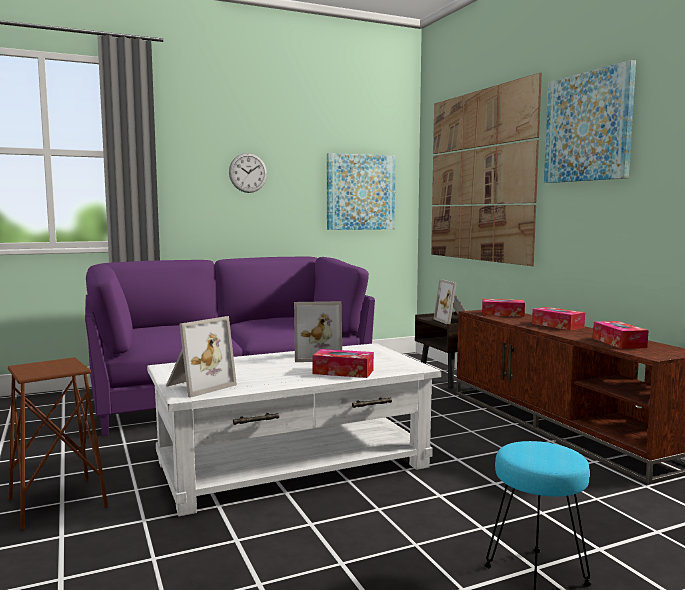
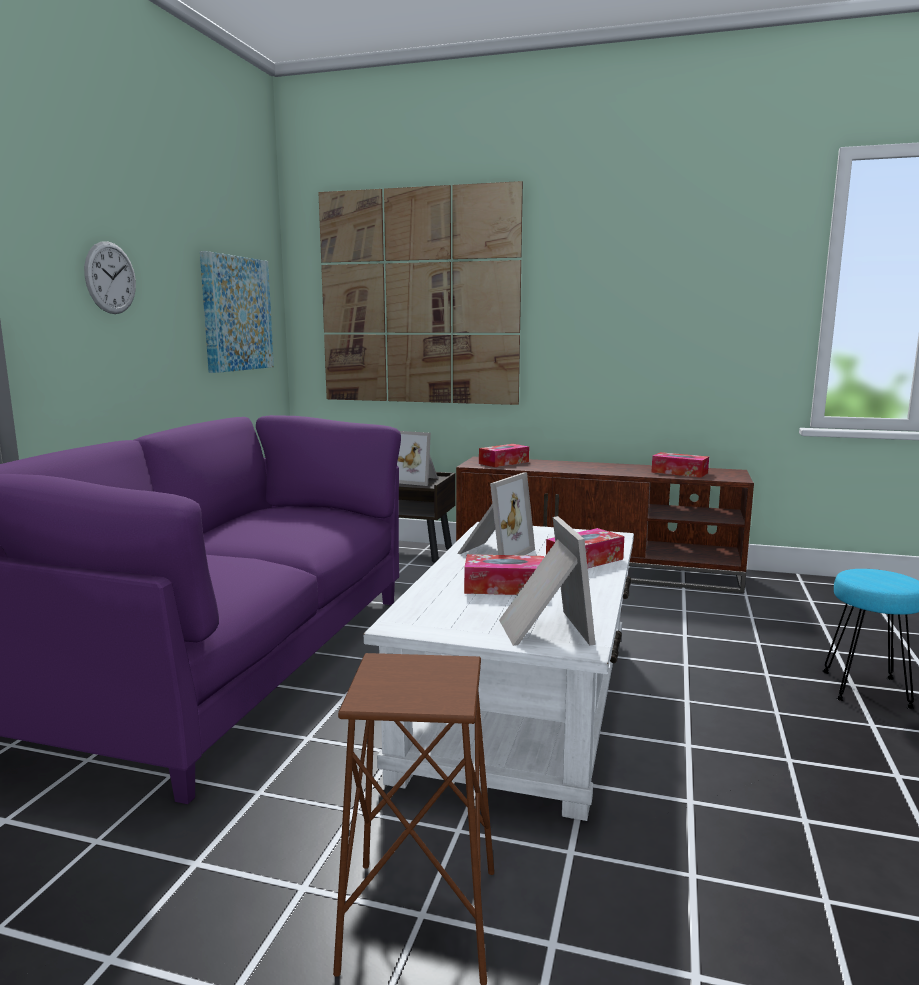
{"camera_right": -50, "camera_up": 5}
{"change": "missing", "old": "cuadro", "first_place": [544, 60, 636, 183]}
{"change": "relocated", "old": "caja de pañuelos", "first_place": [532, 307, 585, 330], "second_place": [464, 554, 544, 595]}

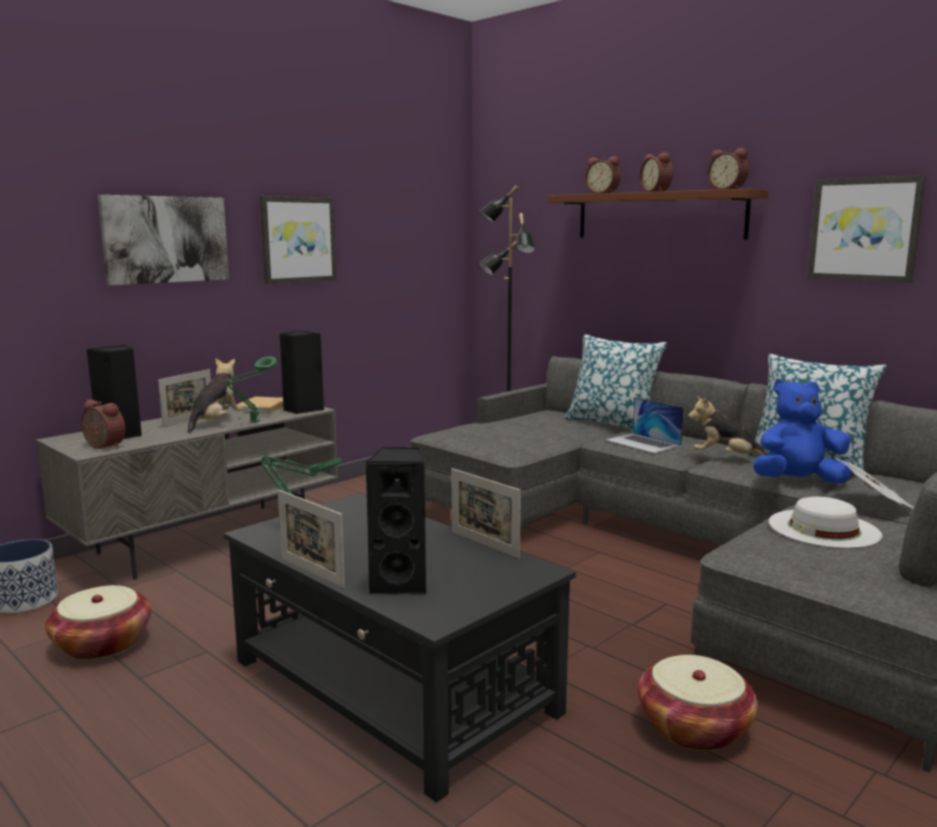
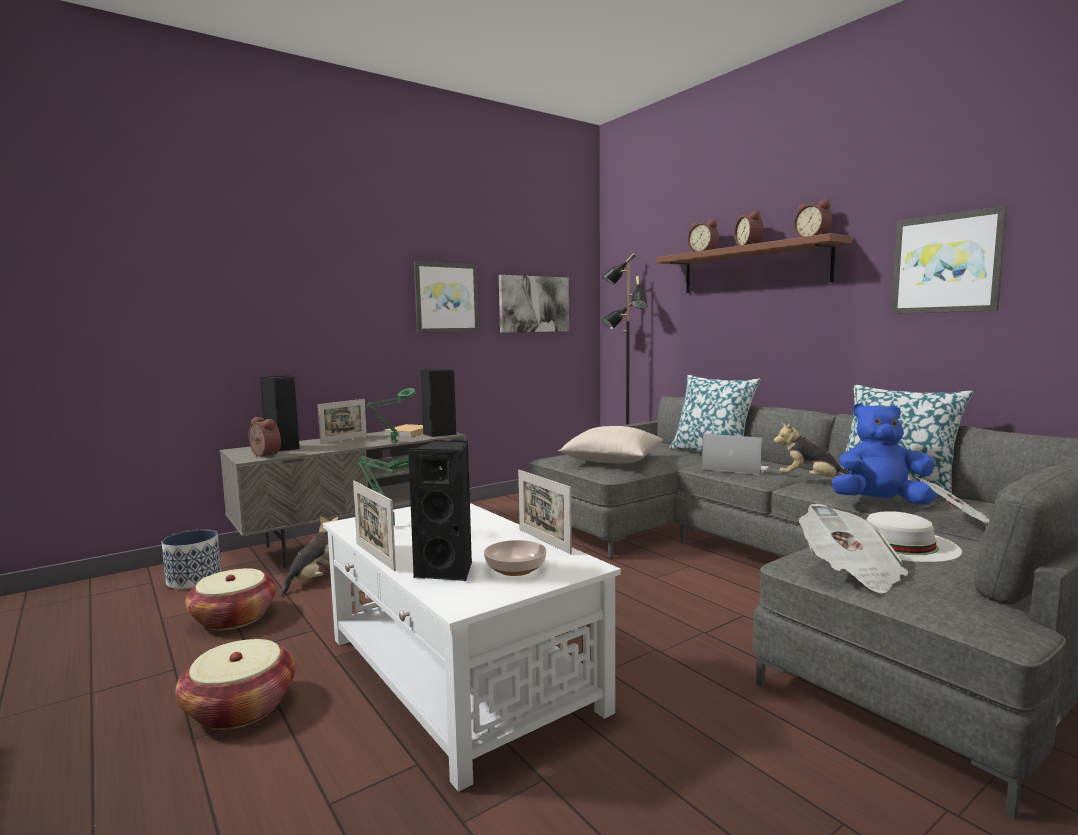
{"camera_right": 10, "camera_up": -5}
{"change": "relocated", "old": "cuadro", "first_place": [98, 195, 229, 285], "second_place": [499, 275, 569, 333]}
{"change": "relocated", "old": "peluche", "first_place": [188, 358, 243, 433], "second_place": [280, 516, 338, 596]}
{"change": "spun", "old": "portátil", "first_place": [606, 397, 684, 454], "second_place": [702, 433, 769, 475], "degrees": 150}
{"change": "colour", "old": "mesa de centro (negro)", "new": "mesa de centro (blanco)", "first_place": [224, 493, 576, 803], "second_place": [323, 503, 621, 792]}
{"change": "relocated", "old": "cesta", "first_place": [638, 655, 758, 751], "second_place": [175, 639, 295, 730]}
{"change": "appeared", "new": "cojín (beis)", "second_place": [558, 426, 663, 463]}
{"change": "appeared", "new": "periódico", "second_place": [799, 504, 909, 594]}
{"change": "appeared", "new": "cuenco", "second_place": [484, 540, 546, 576]}

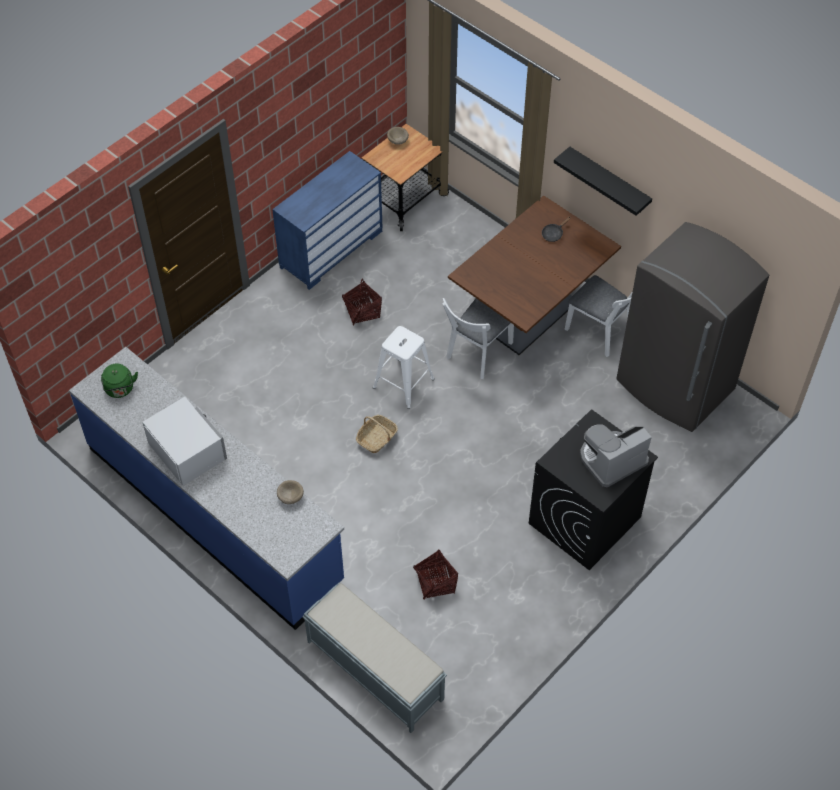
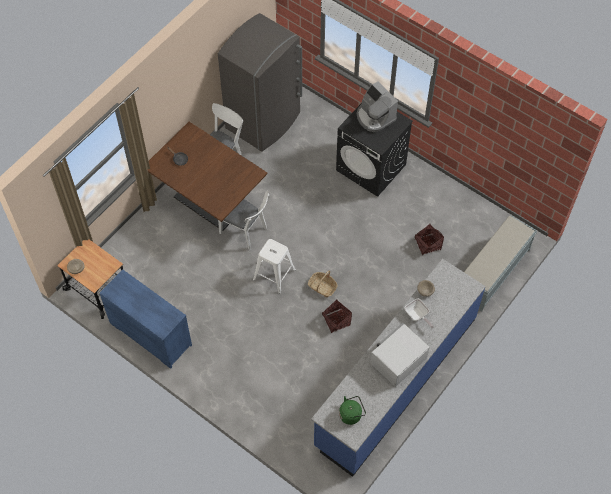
{"camera_right": -95, "camera_up": 5}
{"change": "missing", "old": "estante (negro)", "first_place": [554, 147, 652, 216]}
{"change": "relocated", "old": "cesta", "first_place": [342, 279, 382, 325], "second_place": [322, 299, 352, 333]}
{"change": "appeared", "new": "sartén", "second_place": [405, 299, 433, 328]}

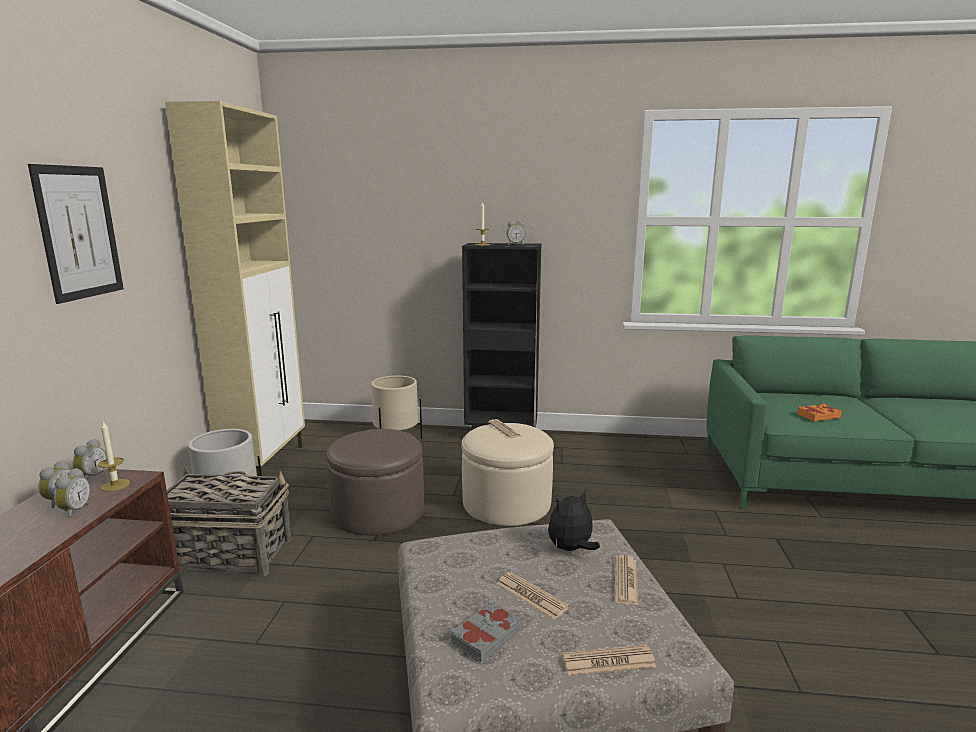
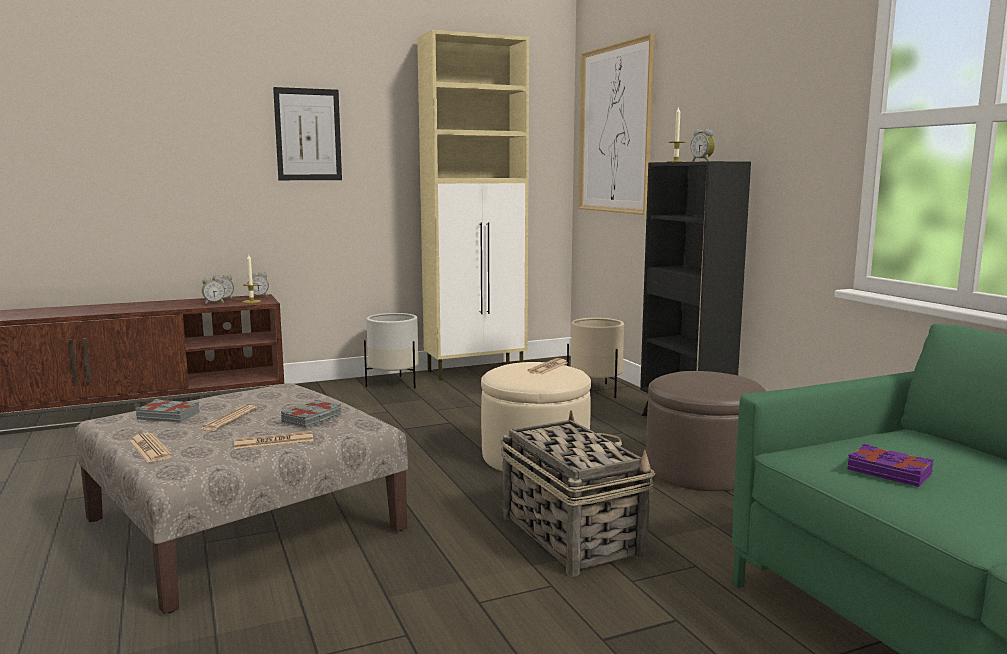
{"camera_right": 60, "camera_up": -5}
{"change": "colour", "old": "libro (naranja)", "new": "libro (morado)", "first_place": [797, 404, 842, 421], "second_place": [848, 444, 934, 487]}
{"change": "relocated", "old": "puf (marrón)", "first_place": [327, 429, 424, 535], "second_place": [646, 371, 766, 491]}
{"change": "relocated", "old": "cesta", "first_place": [167, 467, 291, 576], "second_place": [501, 410, 655, 577]}
{"change": "exchanged", "old": "peluche", "new": "libro (gris)", "first_place": [548, 491, 600, 551], "second_place": [281, 399, 341, 428]}
{"change": "appeared", "new": "cuadro", "second_place": [578, 33, 655, 215]}

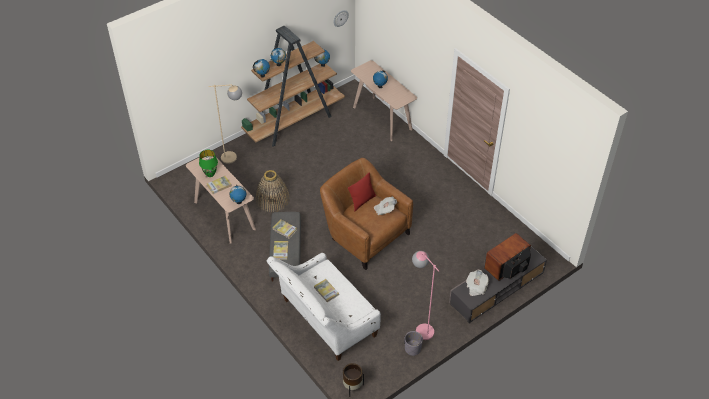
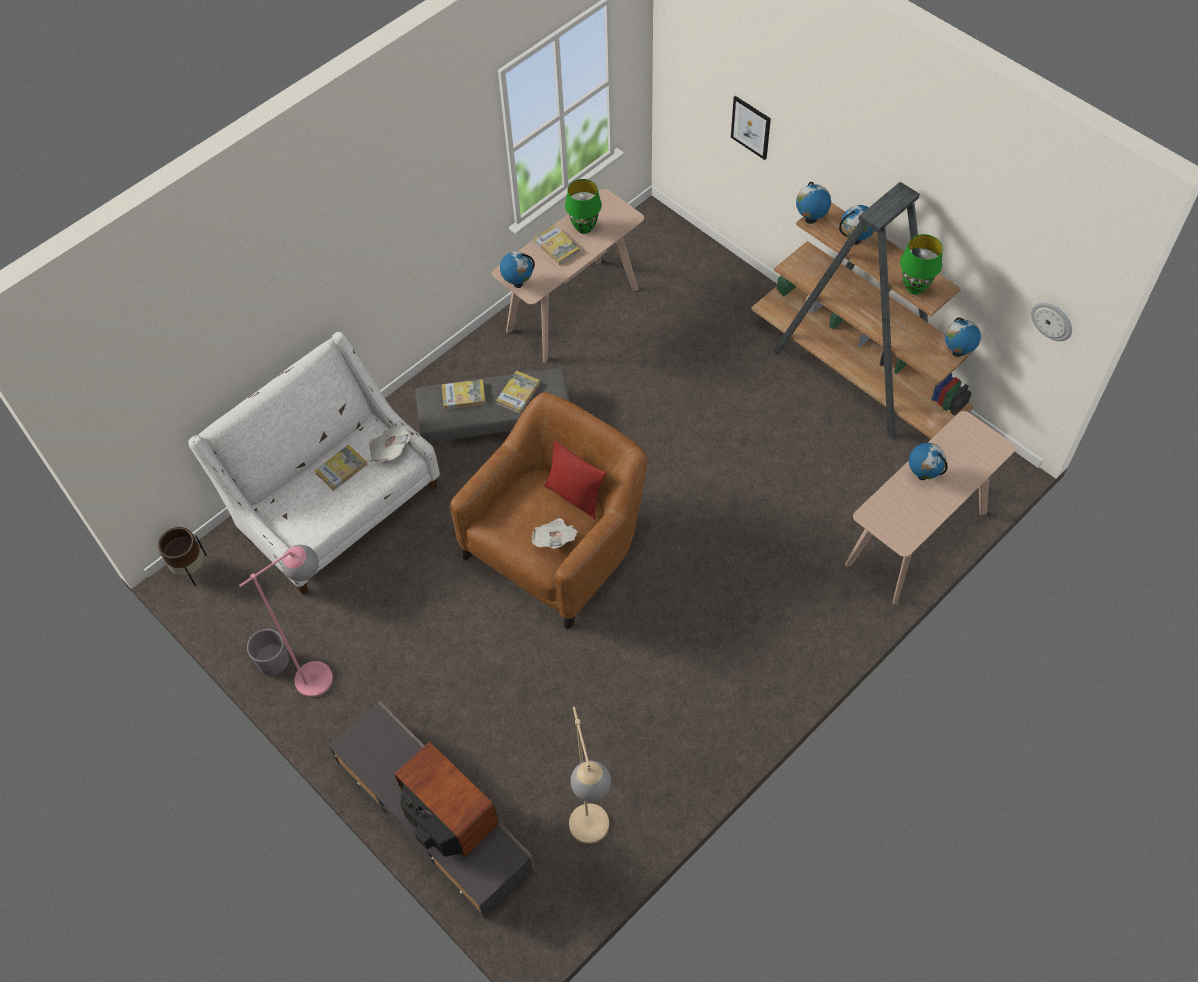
{"camera_right": 85, "camera_up": 10}
{"change": "relocated", "old": "lámpara de pie (beis)", "first_place": [208, 84, 242, 164], "second_place": [569, 706, 611, 844]}
{"change": "missing", "old": "cesta", "first_place": [256, 170, 290, 212]}
{"change": "relocated", "old": "periódico", "first_place": [466, 270, 489, 296], "second_place": [369, 425, 410, 462]}
{"change": "appeared", "new": "cuadro", "second_place": [731, 96, 771, 160]}
{"change": "appeared", "new": "lámpara de mesa (verde)", "second_place": [900, 234, 943, 295]}

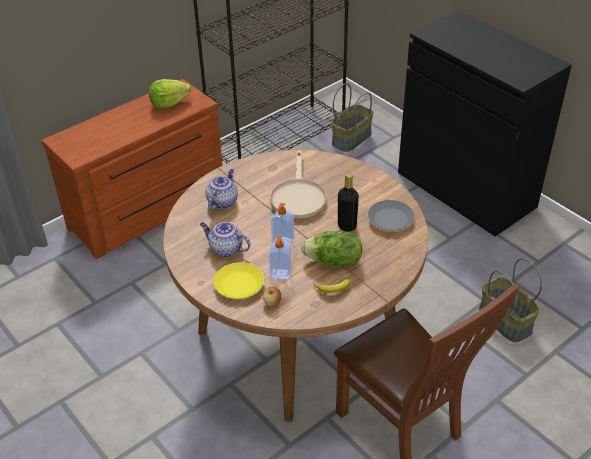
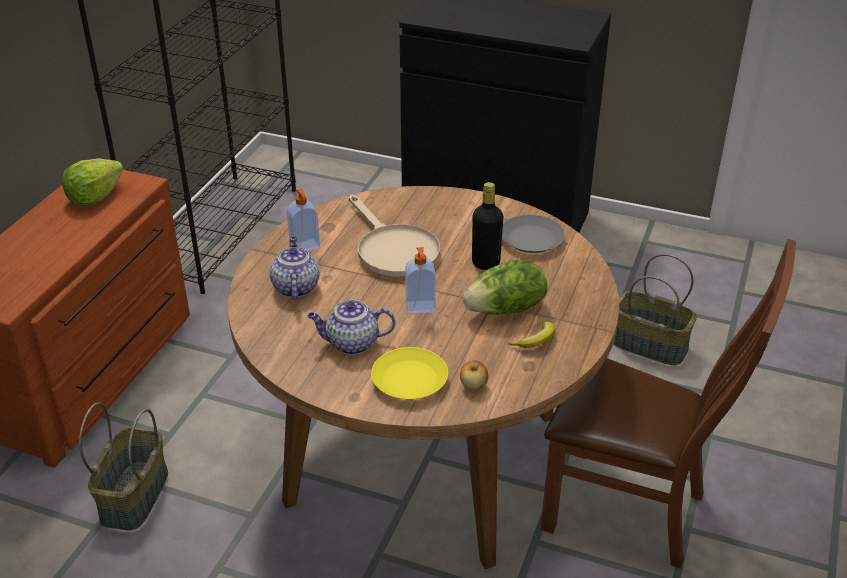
{"camera_right": -30, "camera_up": -5}
{"change": "relocated", "old": "cesta", "first_place": [331, 83, 374, 152], "second_place": [79, 402, 168, 530]}
{"change": "relocated", "old": "dispensador de jabón", "first_place": [269, 236, 291, 279], "second_place": [287, 189, 320, 251]}

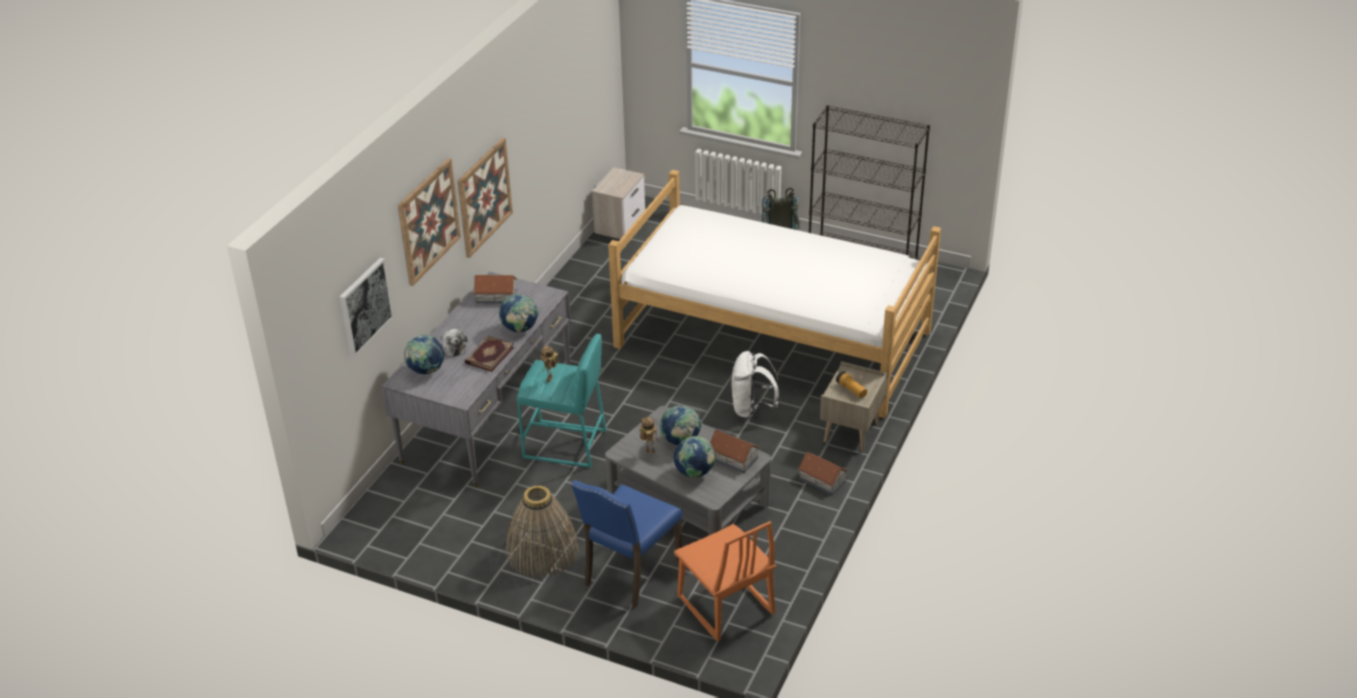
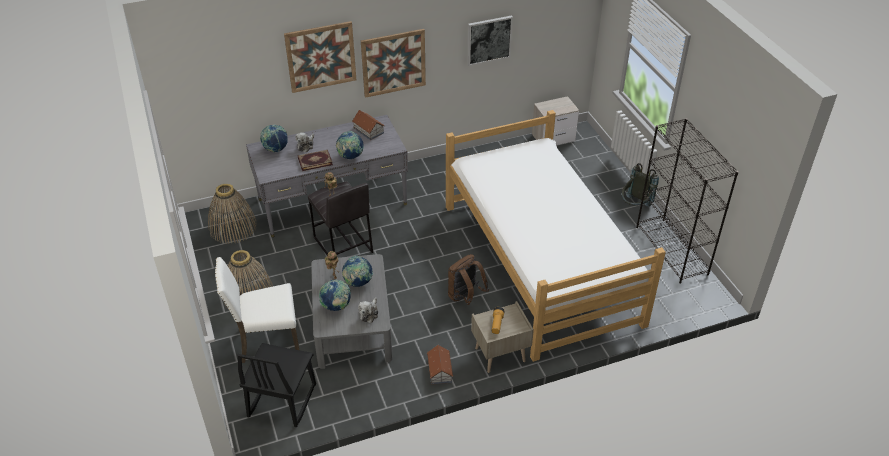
{"camera_right": 45, "camera_up": 5}
{"change": "relocated", "old": "cuadro", "first_place": [340, 258, 394, 357], "second_place": [467, 16, 513, 66]}
{"change": "colour", "old": "taburete (turquesa)", "new": "taburete (gris)", "first_place": [517, 334, 607, 468], "second_place": [308, 181, 373, 255]}
{"change": "colour", "old": "mochila (blanco)", "new": "mochila (marrón)", "first_place": [731, 351, 779, 419], "second_place": [448, 254, 489, 305]}
{"change": "exchanged", "old": "casita", "new": "peluche", "first_place": [710, 430, 760, 473], "second_place": [358, 297, 378, 323]}
{"change": "colour", "old": "silla (azul)", "new": "silla (blanco)", "first_place": [571, 480, 682, 608], "second_place": [215, 257, 299, 363]}
{"change": "colour", "old": "silla (naranja)", "new": "silla (negro)", "first_place": [674, 521, 776, 641], "second_place": [237, 343, 316, 427]}
{"change": "appeared", "new": "cesta", "second_place": [208, 184, 257, 244]}

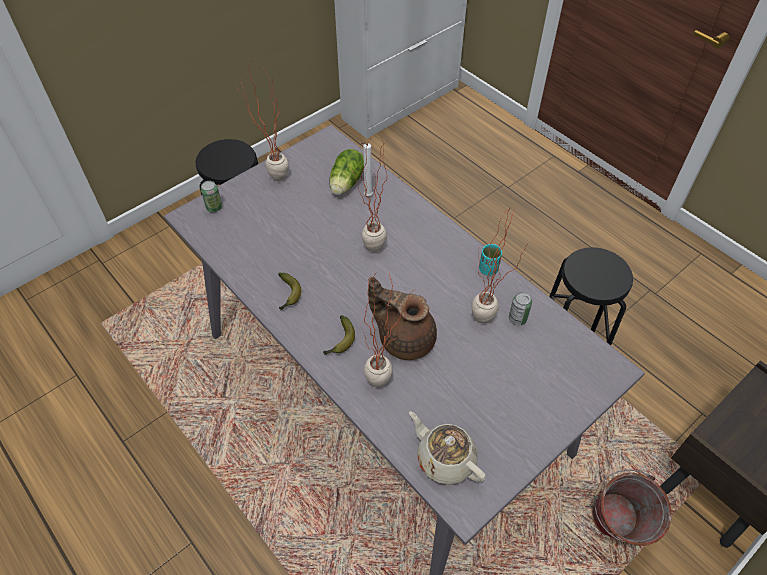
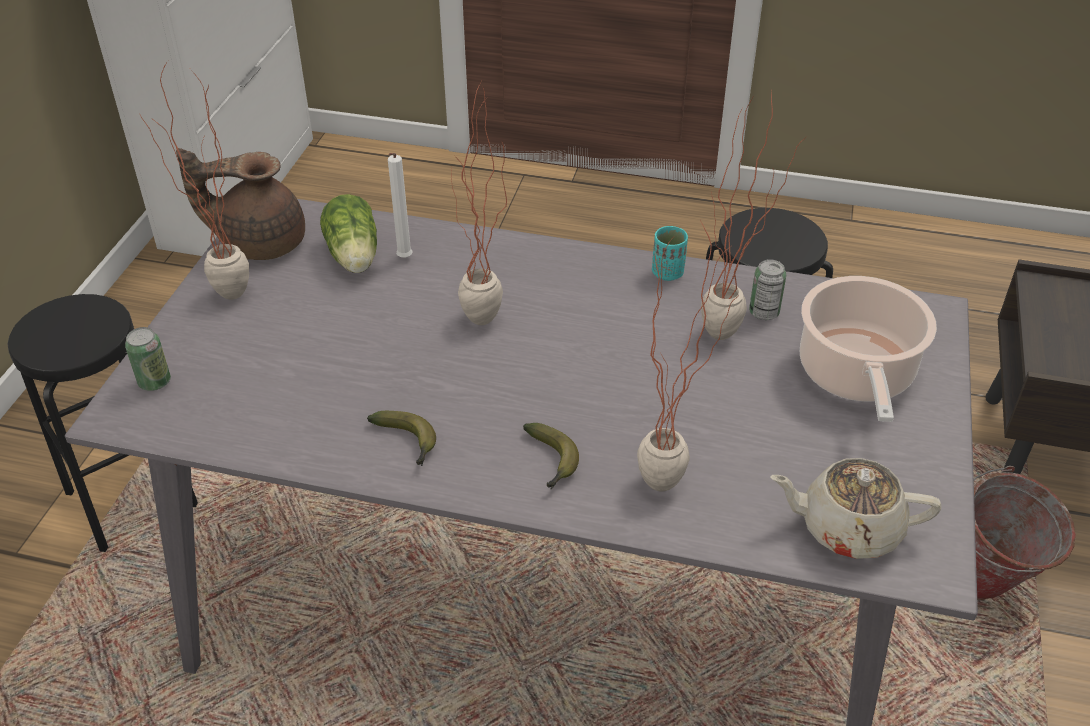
{"camera_right": -35, "camera_up": -10}
{"change": "relocated", "old": "tetera (marrón)", "first_place": [368, 277, 437, 360], "second_place": [176, 148, 305, 260]}
{"change": "appeared", "new": "olla", "second_place": [800, 276, 937, 422]}

